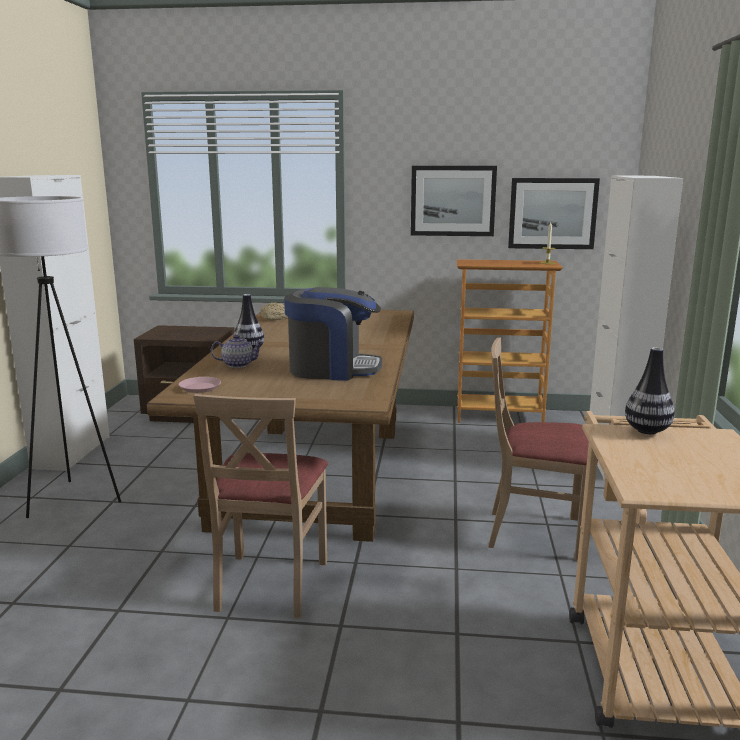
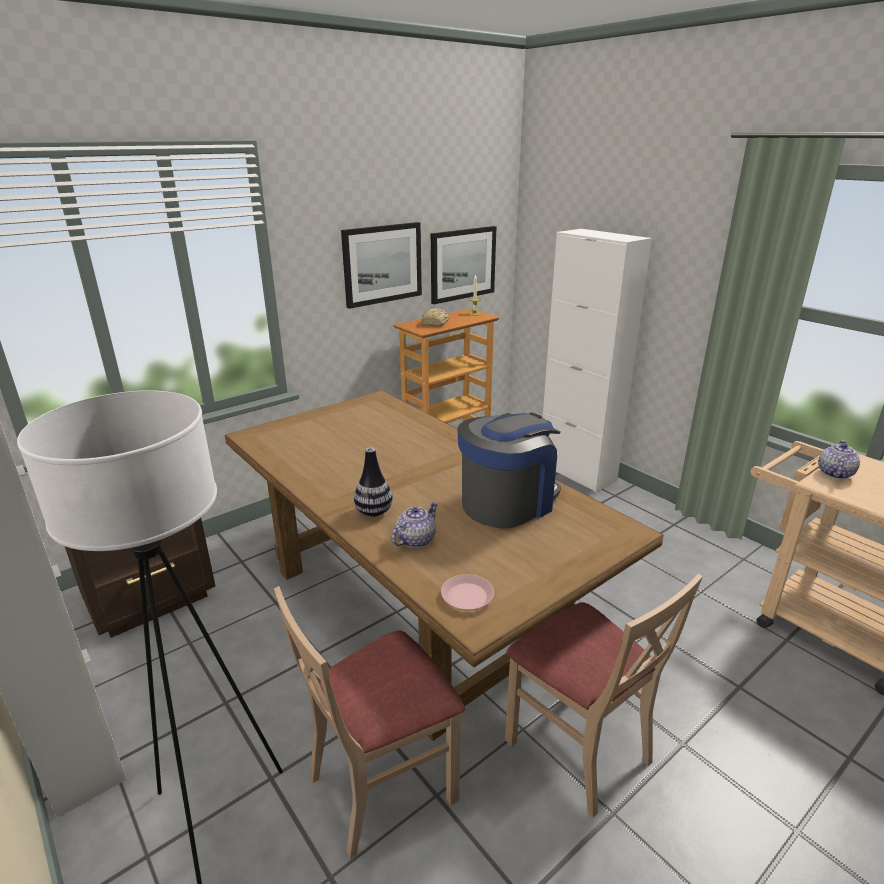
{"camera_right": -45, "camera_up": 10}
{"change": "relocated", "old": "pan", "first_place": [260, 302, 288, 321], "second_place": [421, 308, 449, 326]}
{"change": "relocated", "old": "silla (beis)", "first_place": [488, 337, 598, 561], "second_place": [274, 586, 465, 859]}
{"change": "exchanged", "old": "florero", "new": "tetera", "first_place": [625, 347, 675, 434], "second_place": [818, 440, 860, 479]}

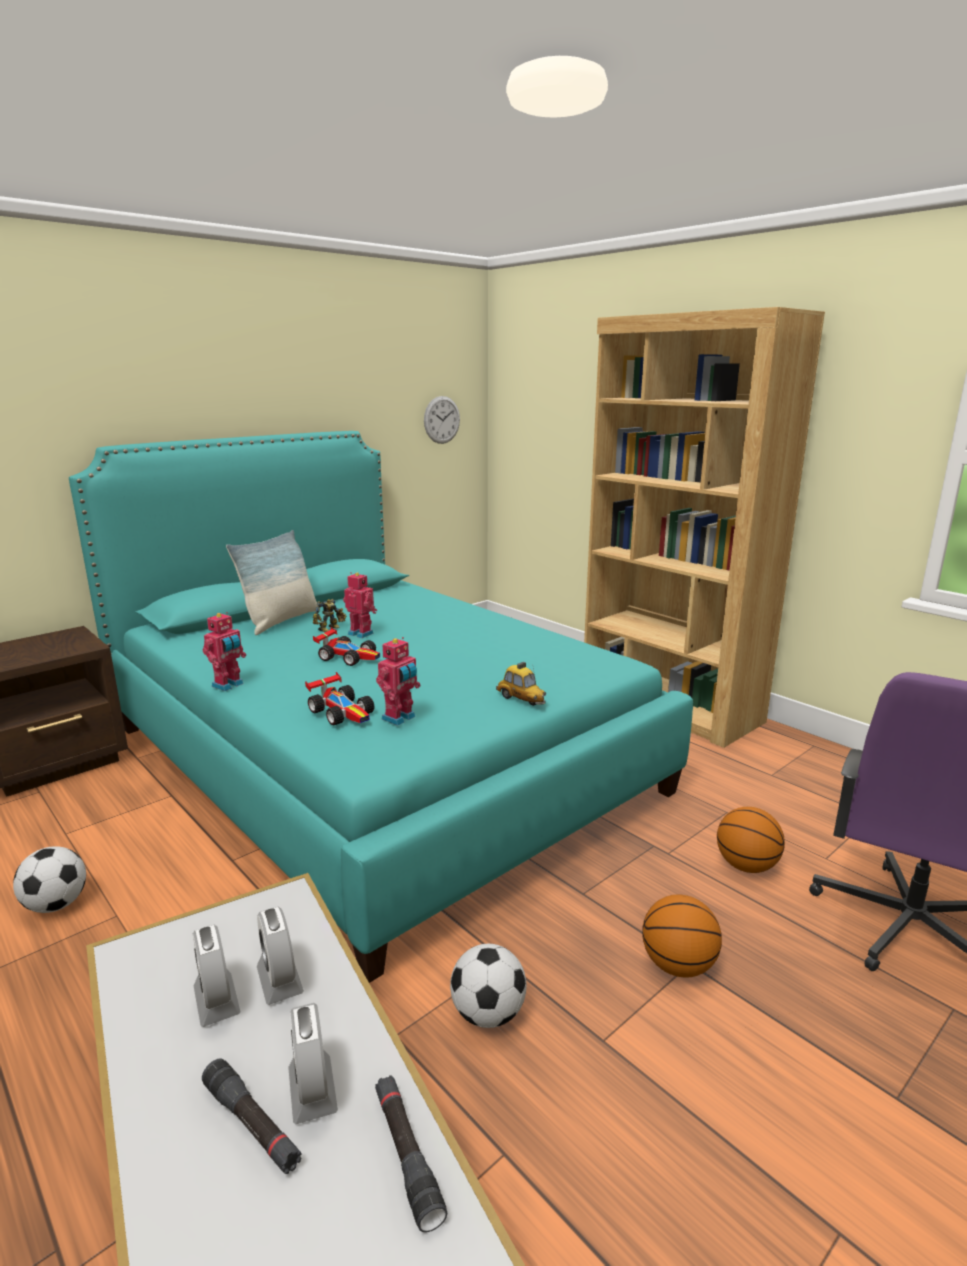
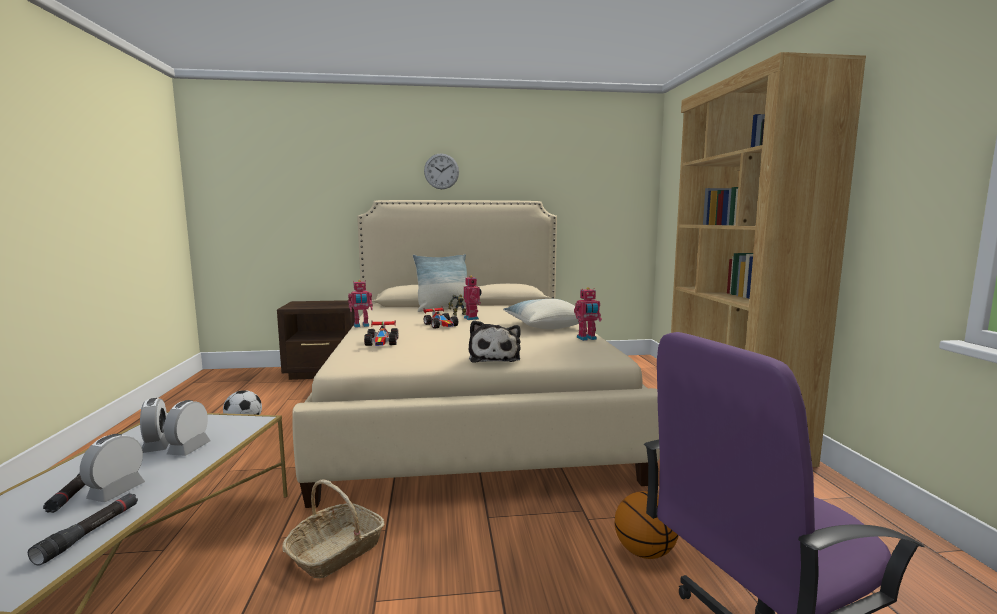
{"camera_right": 35, "camera_up": -10}
{"change": "relocated", "old": "reloj de pared", "first_place": [424, 396, 460, 444], "second_place": [424, 153, 459, 189]}
{"change": "colour", "old": "cama (turquesa)", "new": "cama (beis)", "first_place": [69, 431, 693, 983], "second_place": [292, 200, 660, 508]}
{"change": "relocated", "old": "robot de juguete", "first_place": [376, 637, 421, 726], "second_place": [574, 287, 602, 341]}
{"change": "exchanged", "old": "coche de juguete", "new": "peluche", "first_place": [496, 662, 546, 706], "second_place": [469, 320, 521, 363]}
{"change": "missing", "old": "balón de baloncesto", "first_place": [642, 894, 722, 978]}
{"change": "spun", "old": "despertador", "first_place": [193, 925, 241, 1027], "second_place": [140, 398, 169, 453], "degrees": 150}
{"change": "exchanged", "old": "balón de fútbol", "new": "cesta", "first_place": [450, 944, 526, 1028], "second_place": [282, 480, 385, 579]}
{"change": "appeared", "new": "cojín", "second_place": [503, 299, 579, 329]}

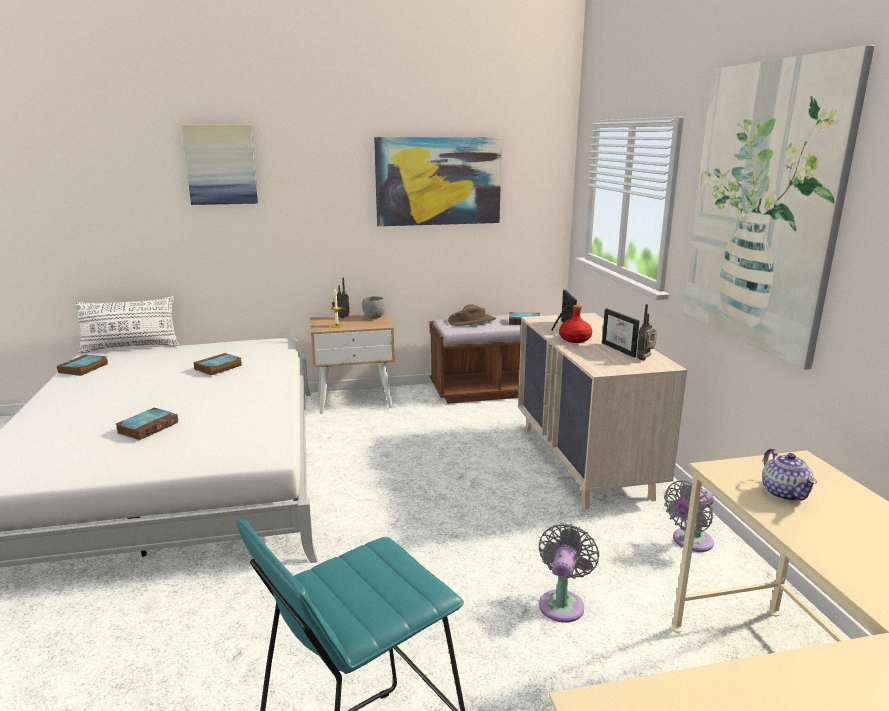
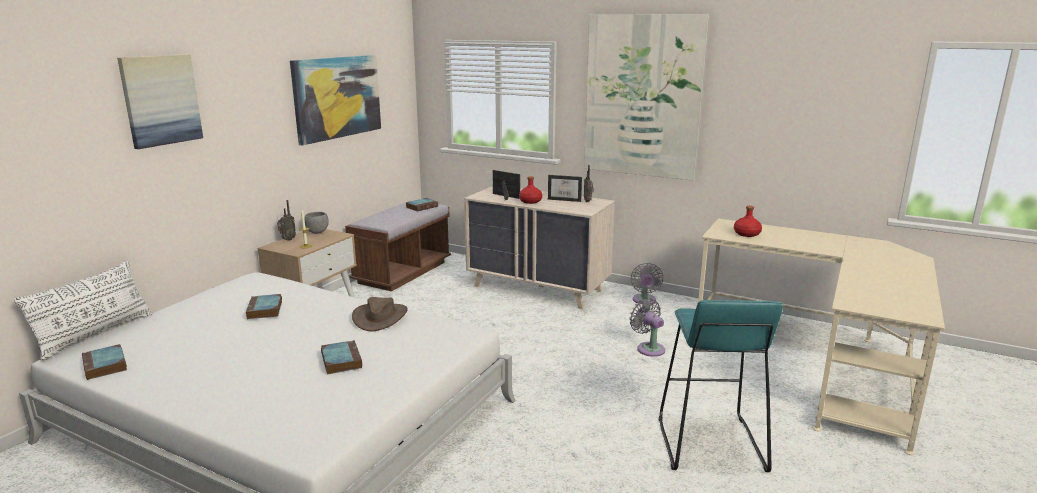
{"camera_right": -50, "camera_up": 0}
{"change": "relocated", "old": "sombrero (marrón)", "first_place": [448, 304, 496, 326], "second_place": [352, 297, 408, 331]}
{"change": "exchanged", "old": "tetera", "new": "botella (rojo)", "first_place": [762, 449, 817, 501], "second_place": [734, 206, 762, 237]}

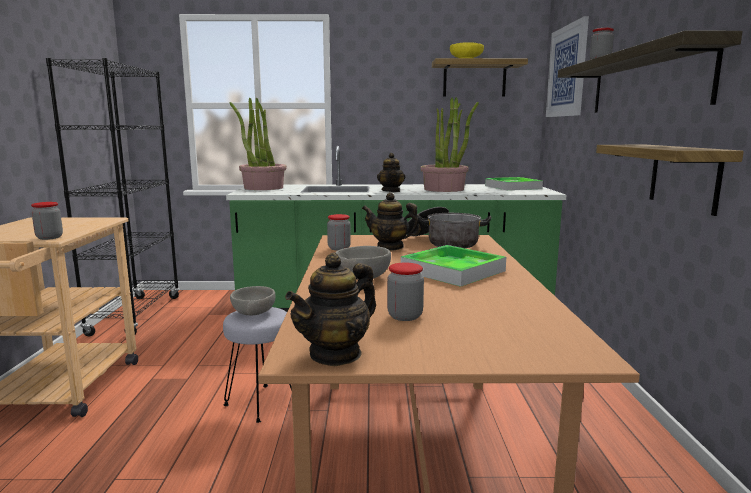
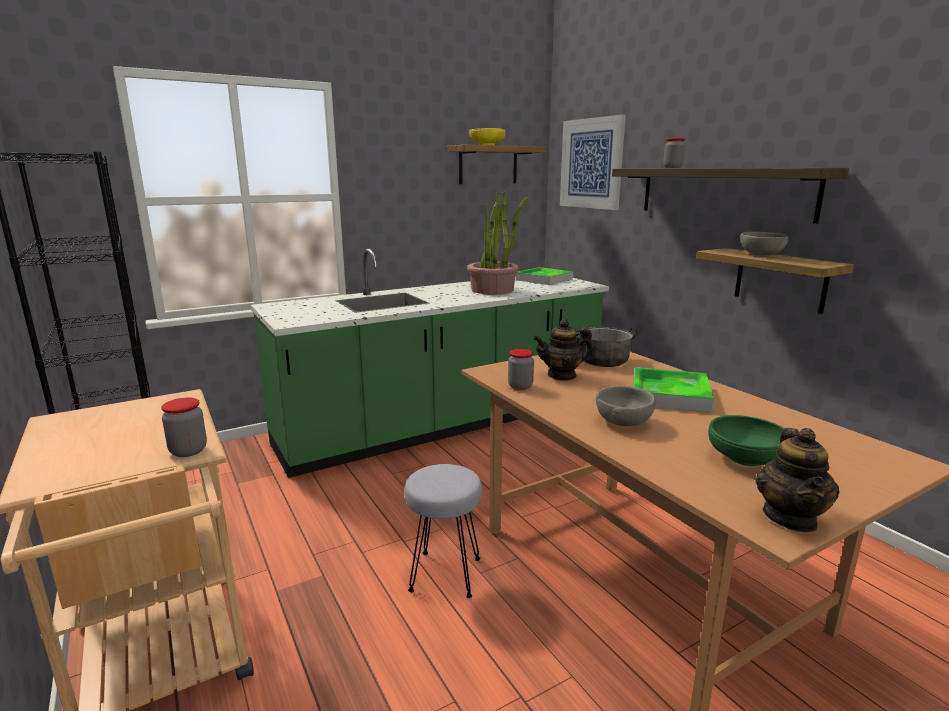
{"camera_right": -30, "camera_up": 5}
{"change": "missing", "old": "planta en maceta", "first_place": [230, 98, 287, 190]}
{"change": "missing", "old": "tetera", "first_place": [377, 153, 405, 192]}
{"change": "exchanged", "old": "tarro", "new": "cuenco (verde)", "first_place": [387, 263, 424, 321], "second_place": [708, 415, 785, 466]}
{"change": "relocated", "old": "cuenco (gris)", "first_place": [230, 286, 275, 315], "second_place": [740, 232, 788, 255]}

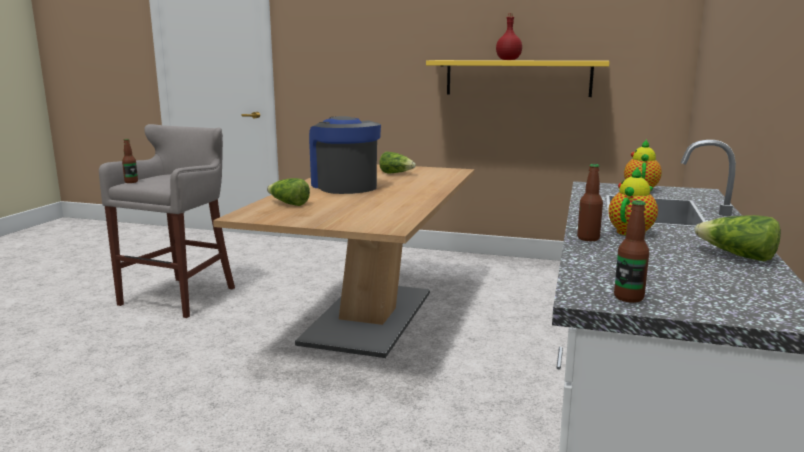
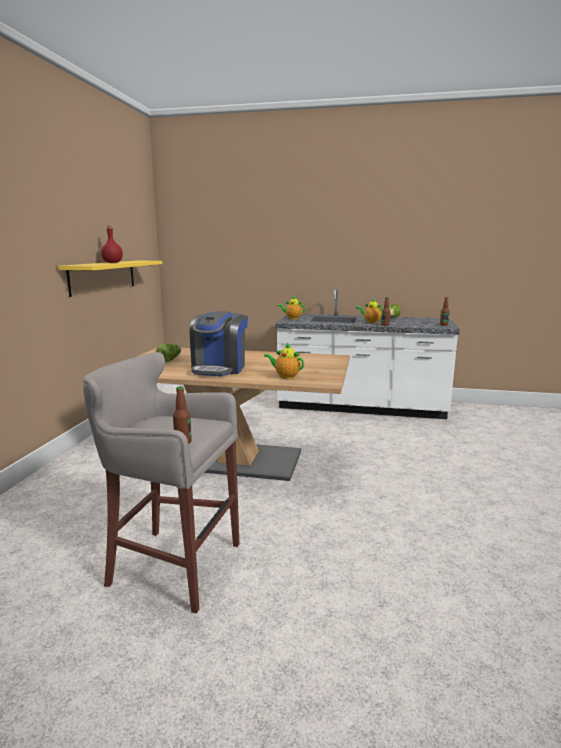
{"camera_right": -95, "camera_up": 0}
{"change": "spun", "old": "cafetera", "first_place": [309, 116, 381, 194], "second_place": [190, 311, 248, 376], "degrees": -45}
{"change": "exchanged", "old": "lechuga", "new": "tetera", "first_place": [267, 178, 310, 206], "second_place": [264, 342, 304, 379]}

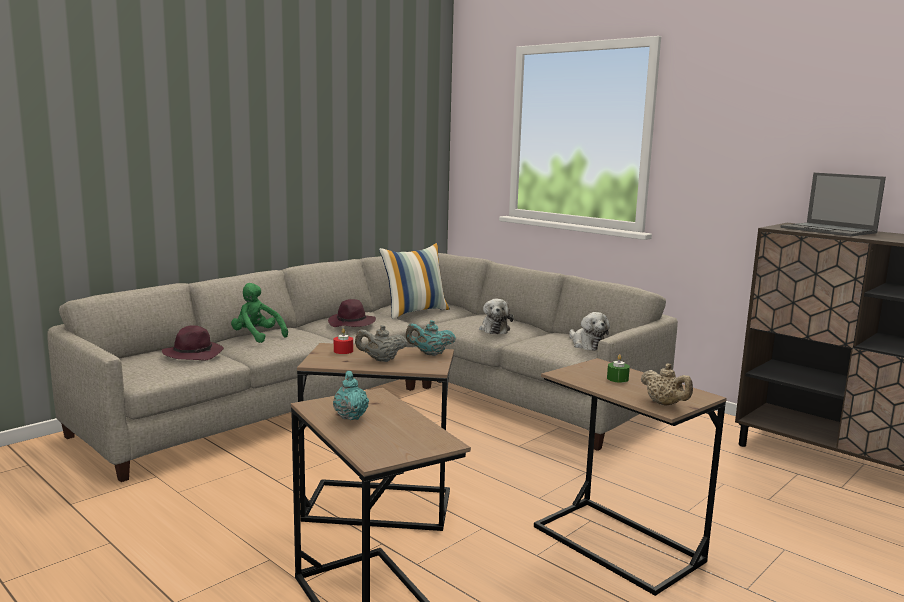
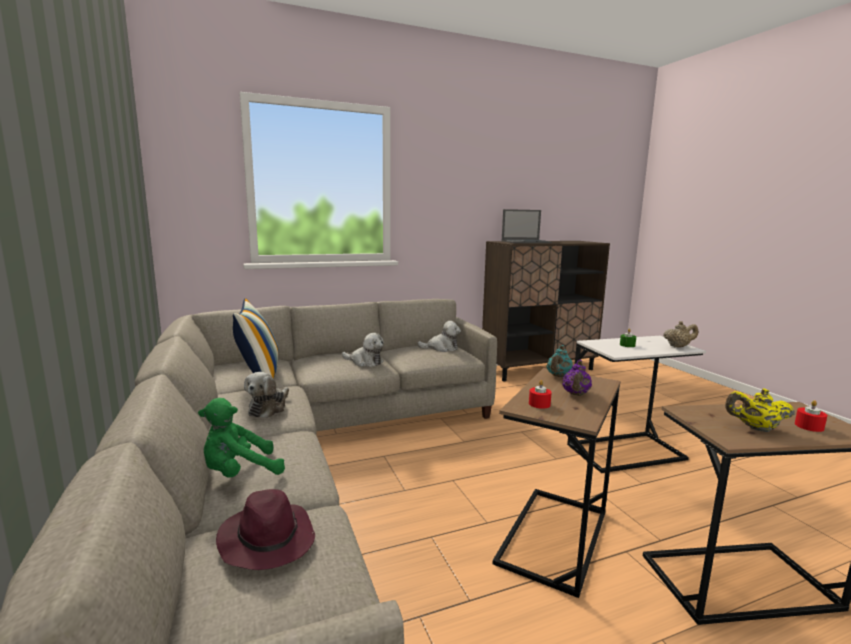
{"camera_right": -65, "camera_up": 0}
{"change": "exchanged", "old": "sombrero (morado)", "new": "peluche", "first_place": [328, 299, 376, 327], "second_place": [244, 372, 289, 418]}
{"change": "colour", "old": "tetera (gris)", "new": "tetera (morado)", "first_place": [355, 325, 408, 362], "second_place": [562, 360, 592, 396]}
{"change": "colour", "old": "mesa auxiliar (marrón)", "new": "mesa auxiliar (blanco)", "first_place": [534, 358, 727, 596], "second_place": [567, 336, 706, 473]}
{"change": "colour", "old": "tetera (turquesa)", "new": "tetera (amarillo)", "first_place": [333, 371, 369, 420], "second_place": [725, 388, 795, 432]}
{"change": "appeared", "new": "vela (rojo)", "second_place": [795, 400, 827, 432]}

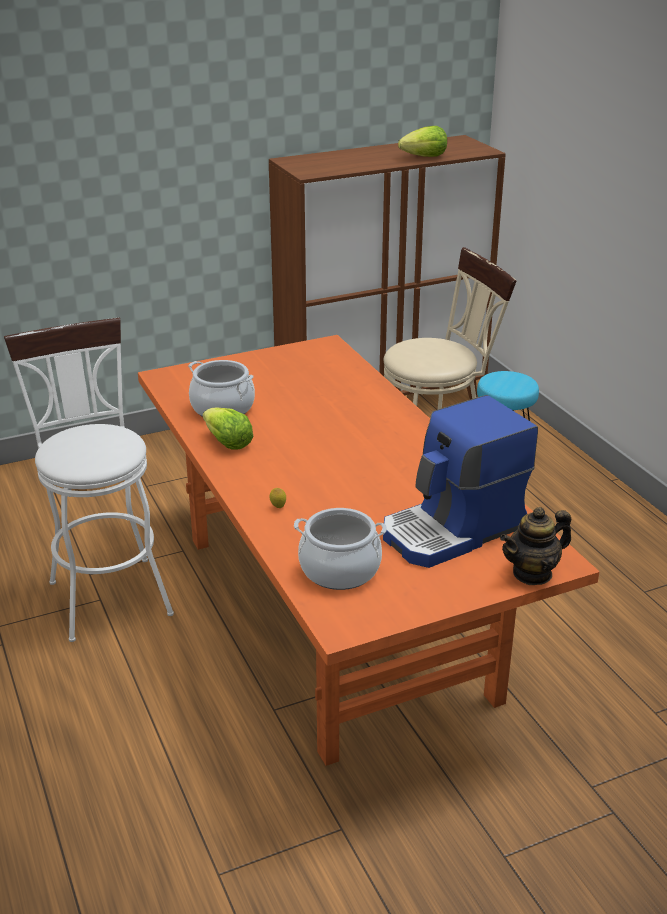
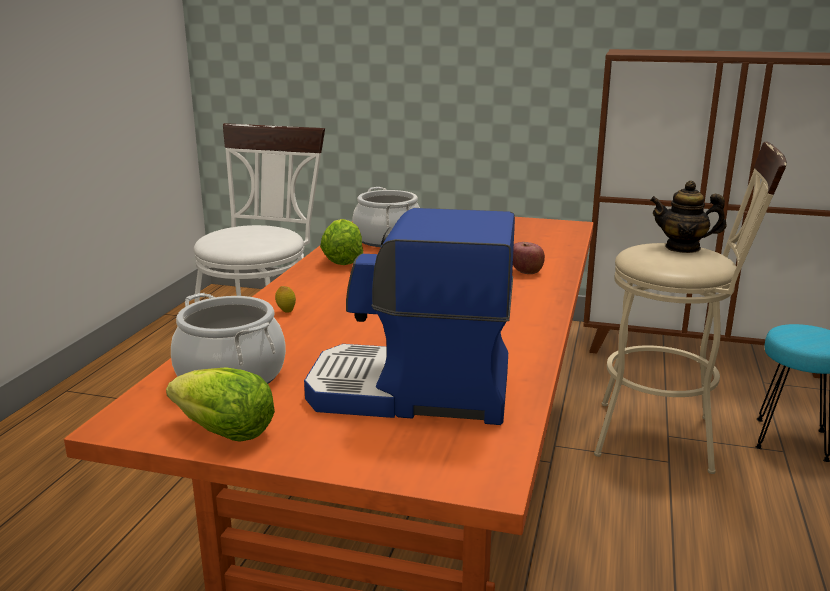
{"camera_right": 40, "camera_up": -10}
{"change": "relocated", "old": "lechuga", "first_place": [398, 126, 447, 157], "second_place": [166, 367, 275, 442]}
{"change": "relocated", "old": "tetera", "first_place": [500, 507, 571, 585], "second_place": [650, 181, 727, 253]}
{"change": "appeared", "new": "manzana", "second_place": [513, 242, 545, 274]}

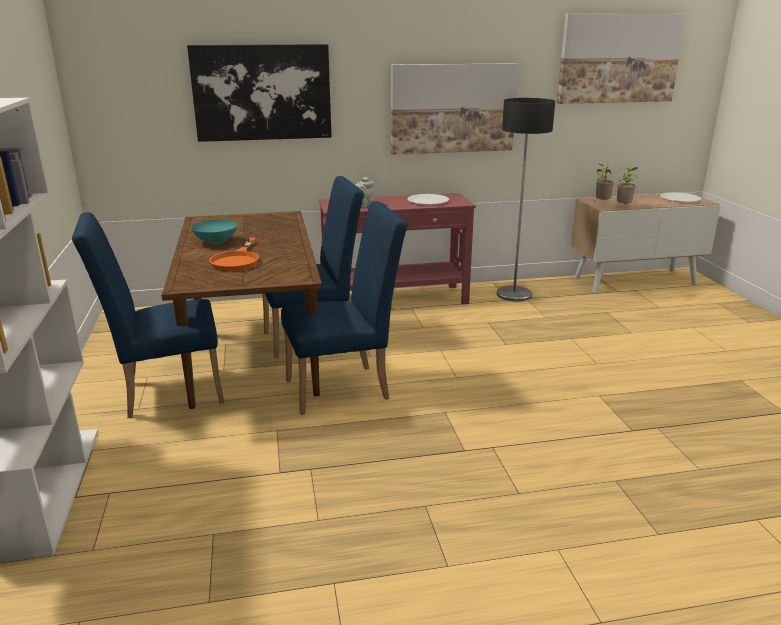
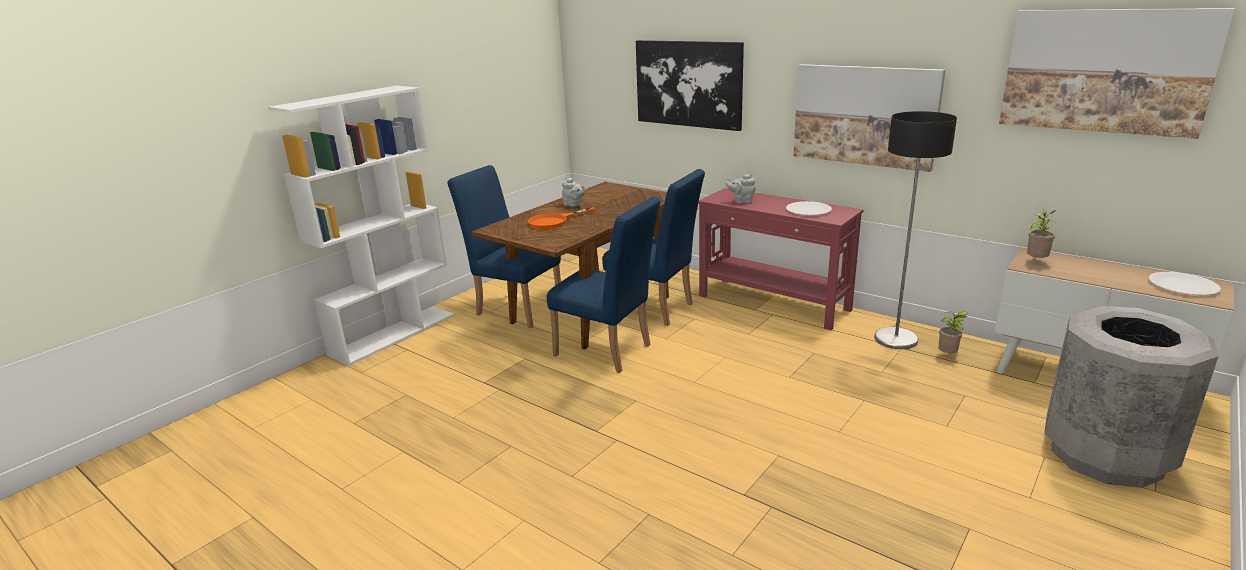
{"camera_right": 50, "camera_up": 0}
{"change": "relocated", "old": "planta en maceta", "first_place": [617, 166, 638, 204], "second_place": [938, 311, 968, 354]}
{"change": "exchanged", "old": "cuenco (turquesa)", "new": "tetera (gris)", "first_place": [191, 220, 238, 244], "second_place": [562, 177, 587, 207]}
{"change": "appeared", "new": "papelera (gris)", "second_place": [1044, 306, 1218, 488]}

